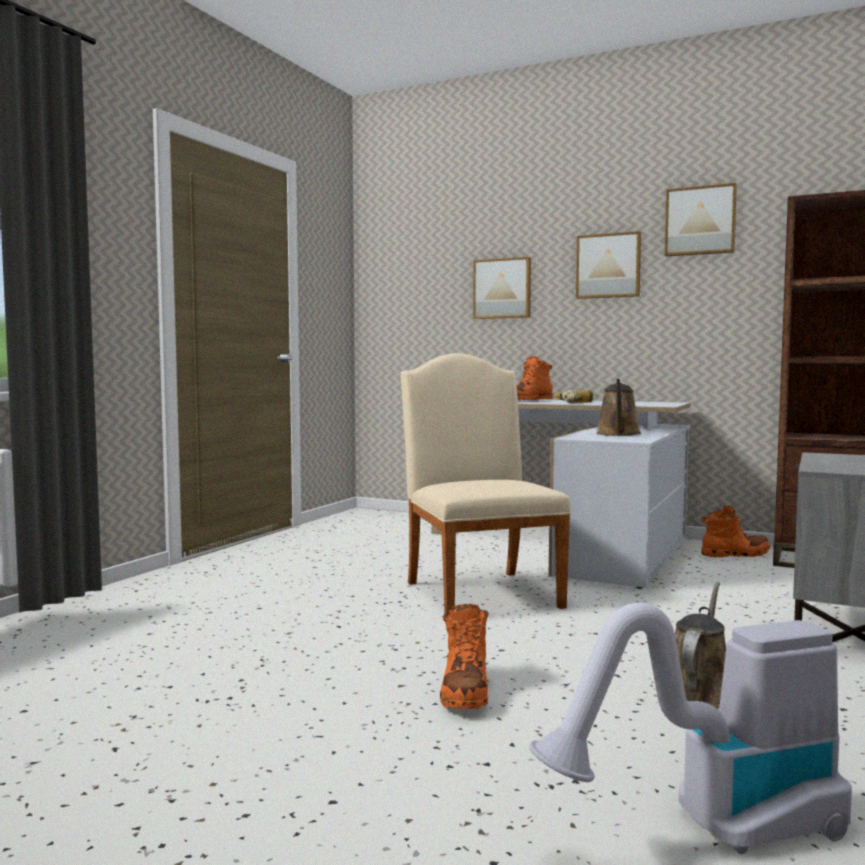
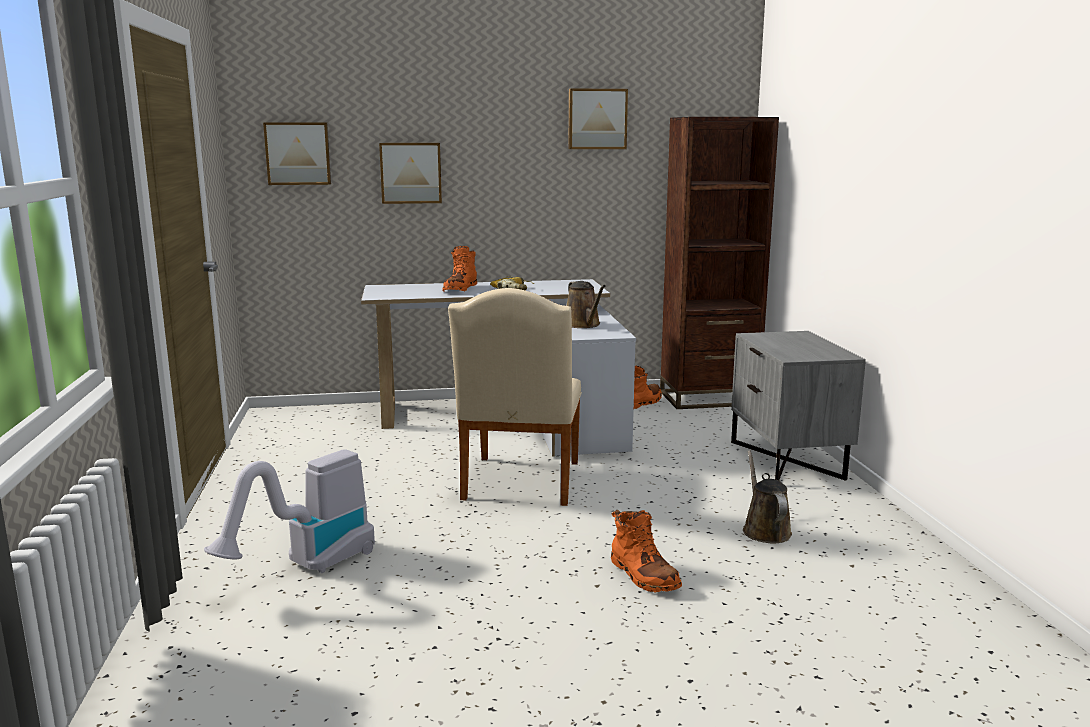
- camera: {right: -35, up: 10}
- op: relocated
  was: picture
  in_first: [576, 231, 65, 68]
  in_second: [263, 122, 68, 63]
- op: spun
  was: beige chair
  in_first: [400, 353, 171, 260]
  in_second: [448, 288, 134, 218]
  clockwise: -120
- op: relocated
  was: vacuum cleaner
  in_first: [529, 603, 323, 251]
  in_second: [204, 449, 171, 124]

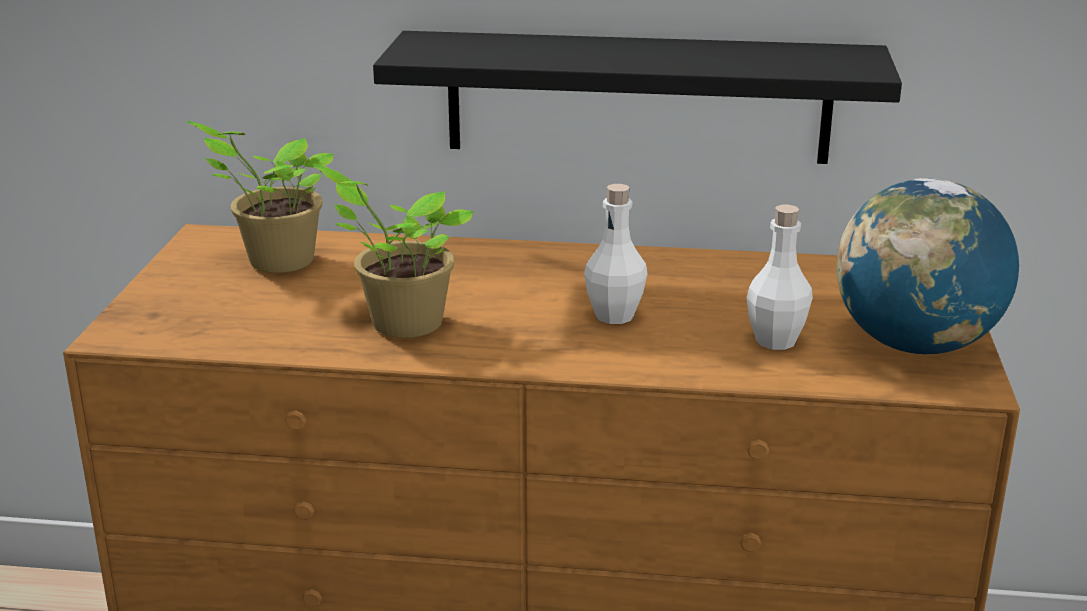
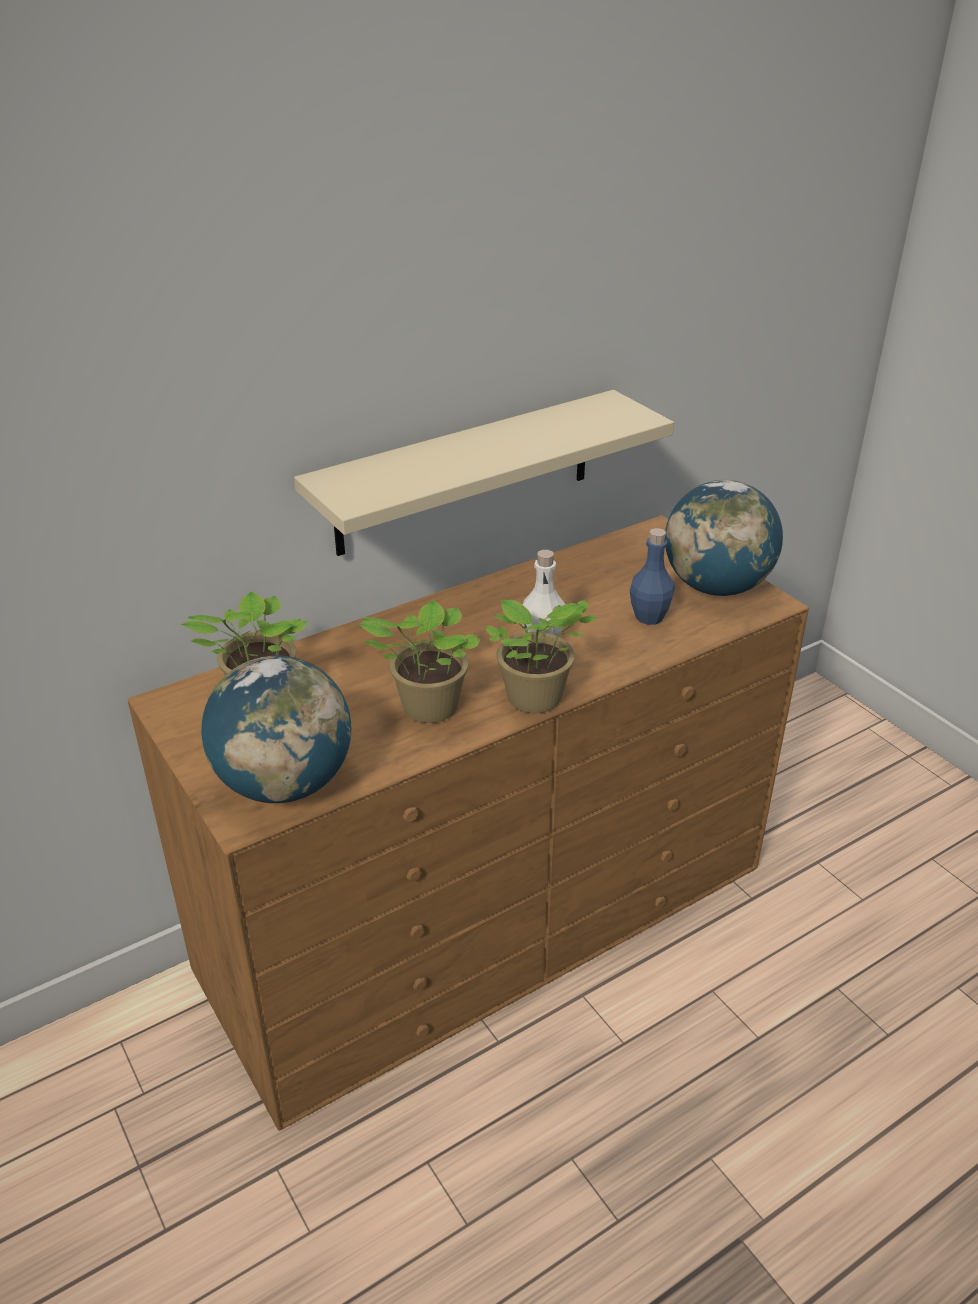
- camera: {right: -40, up: 10}
- op: colour
  was: black shelf
  now: beige shelf
  in_first: [373, 31, 529, 133]
  in_second: [294, 390, 380, 166]
- op: colour
  was: white bottle
  now: blue bottle
  in_first: [747, 205, 66, 145]
  in_second: [630, 528, 45, 97]
- op: appeared
  now: potted plant
  in_second: [485, 599, 112, 114]
- op: appeared
  now: globe
  in_second: [201, 656, 150, 147]

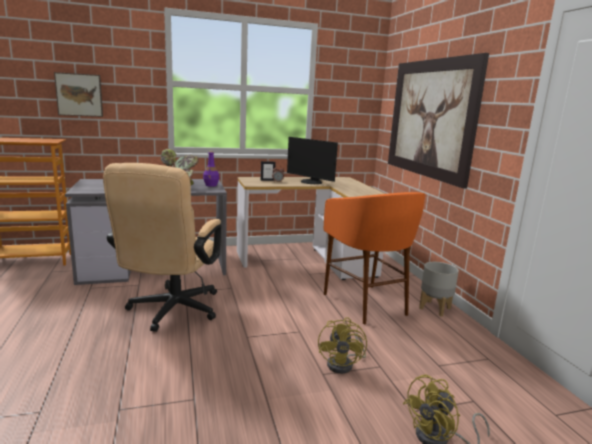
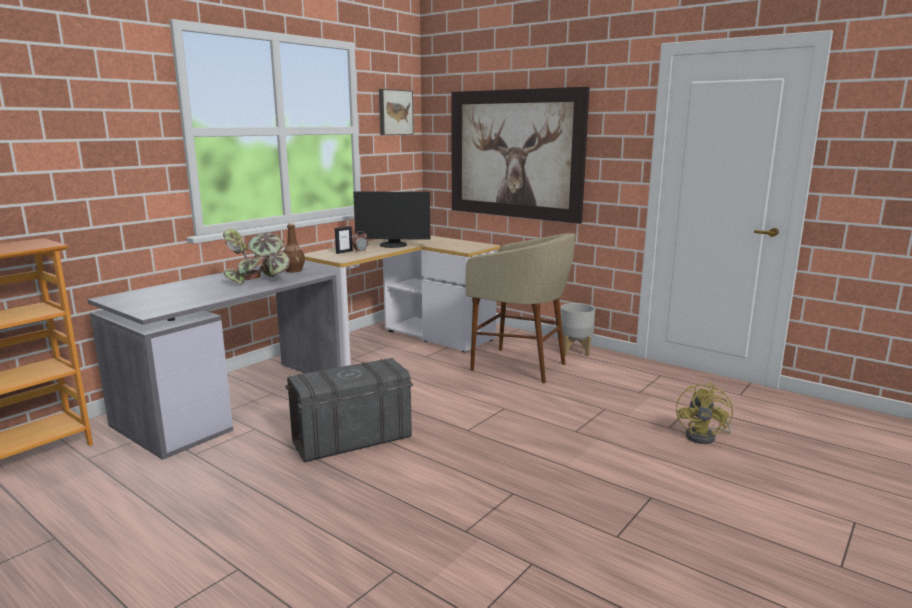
- camera: {right: -35, up: 0}
- op: relocated
  was: picture
  in_first: [54, 72, 49, 45]
  in_second: [379, 89, 35, 46]
- op: colour
  was: purple bottle
  now: brown bottle
  in_first: [203, 151, 16, 36]
  in_second: [284, 223, 21, 49]
- op: exchanged
  was: beige office chair
  now: grey storage box
  in_first: [103, 163, 118, 169]
  in_second: [285, 358, 128, 104]
- op: colour
  was: orange stool
  now: beige stool
  in_first: [324, 192, 102, 132]
  in_second: [466, 233, 109, 150]
- op: missing
  was: yellow fan
  in_first: [318, 317, 49, 57]

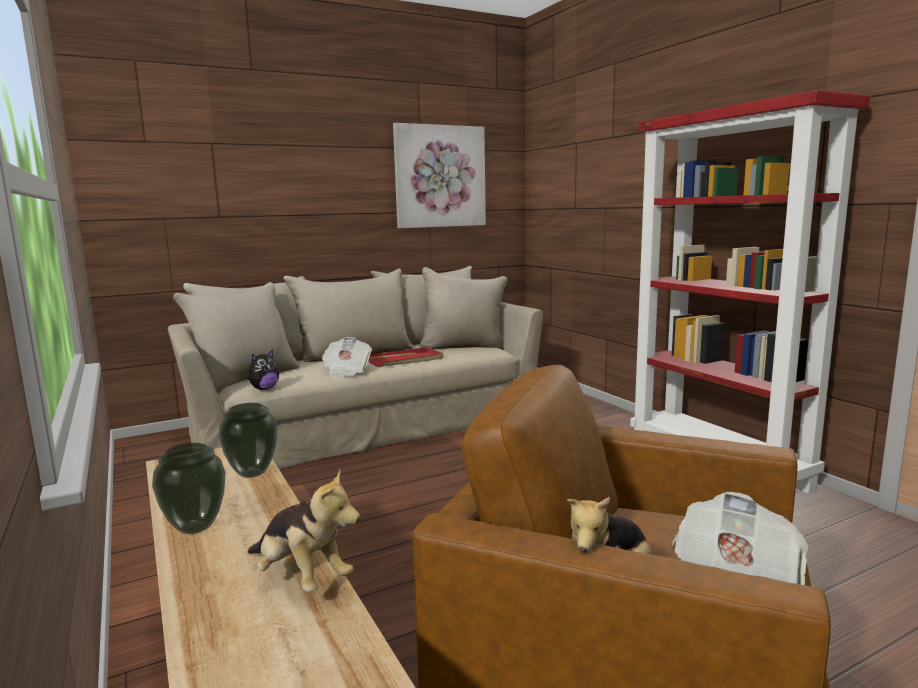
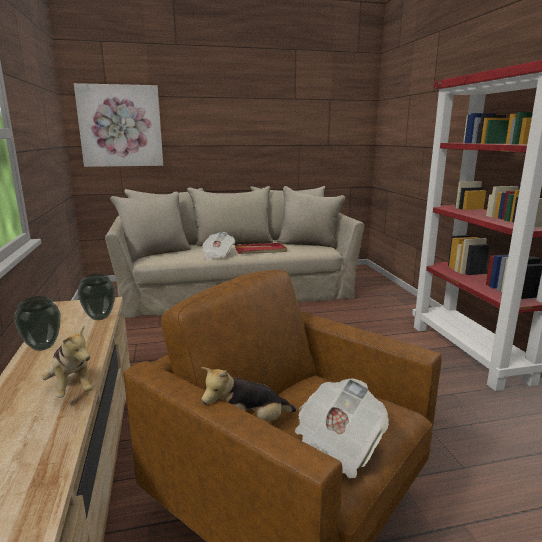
- camera: {right: 15, up: 5}
- op: relocated
  was: picture
  in_first: [393, 123, 93, 105]
  in_second: [74, 83, 89, 84]
- op: missing
  was: plush toy
  in_first: [247, 350, 32, 40]

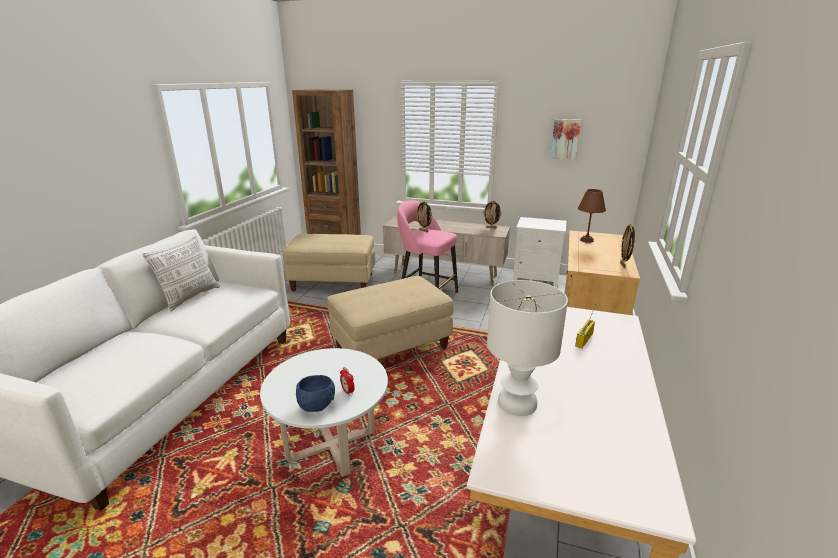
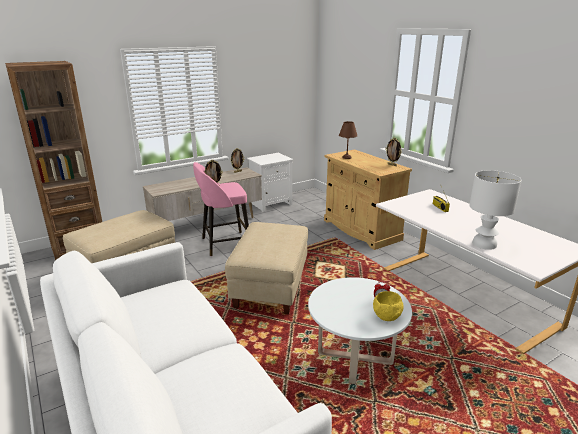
- camera: {right: -50, up: 0}
- op: missing
  was: picture
  in_first: [550, 119, 31, 41]
- op: missing
  was: pillow
  in_first: [143, 236, 77, 76]
- op: colour
  was: blue bowl
  now: yellow bowl
  in_first: [296, 375, 39, 37]
  in_second: [373, 291, 31, 30]

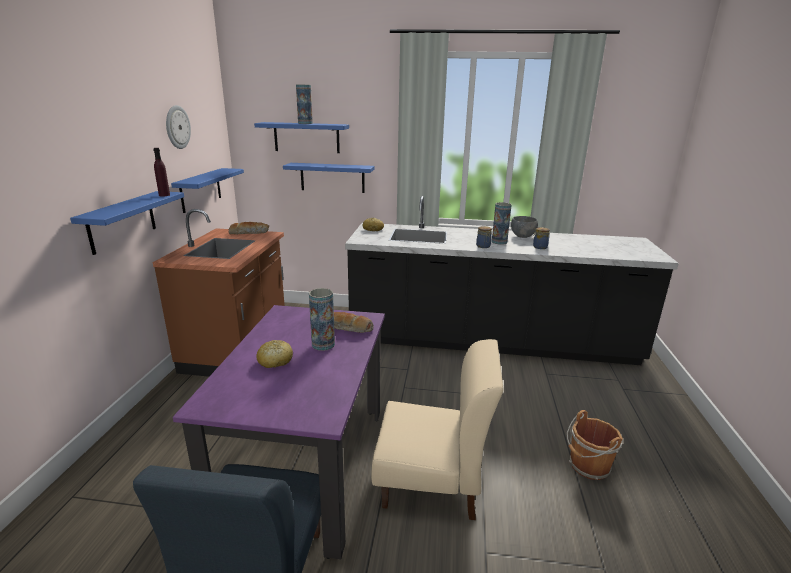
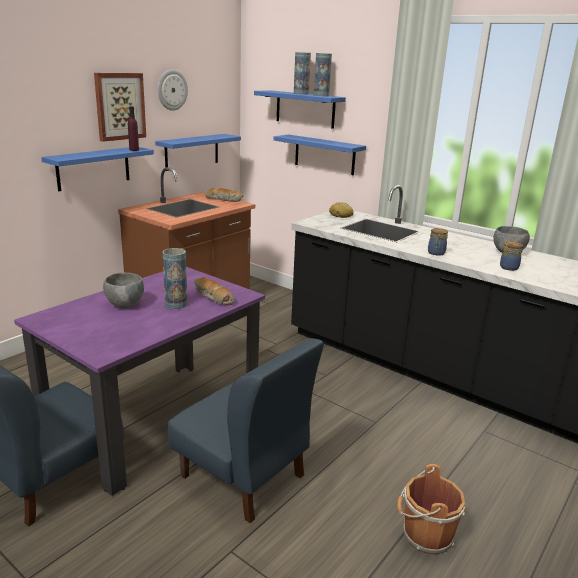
- camera: {right: 30, up: 0}
- op: relocated
  was: vase
  in_first: [492, 202, 20, 43]
  in_second: [314, 53, 18, 43]
- op: colour
  was: beige chair
  now: blue chair
  in_first: [371, 339, 132, 181]
  in_second: [168, 338, 156, 186]
- op: exchanged
  was: bread
  now: grey bowl
  in_first: [256, 340, 37, 28]
  in_second: [103, 273, 41, 35]
- op: appeared
  now: picture
  in_second: [94, 73, 52, 69]

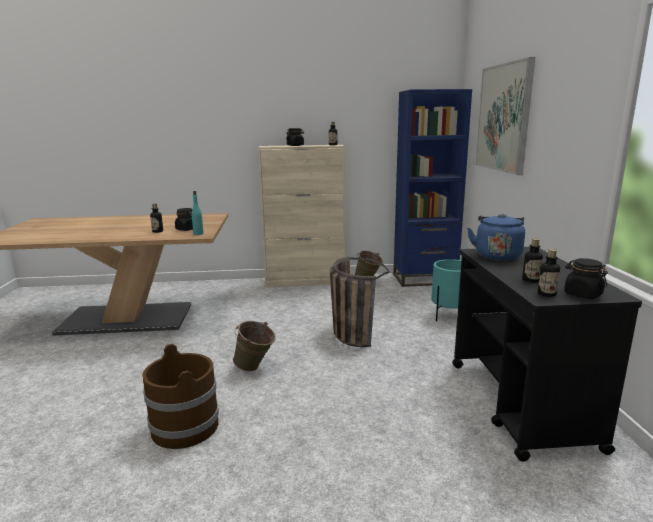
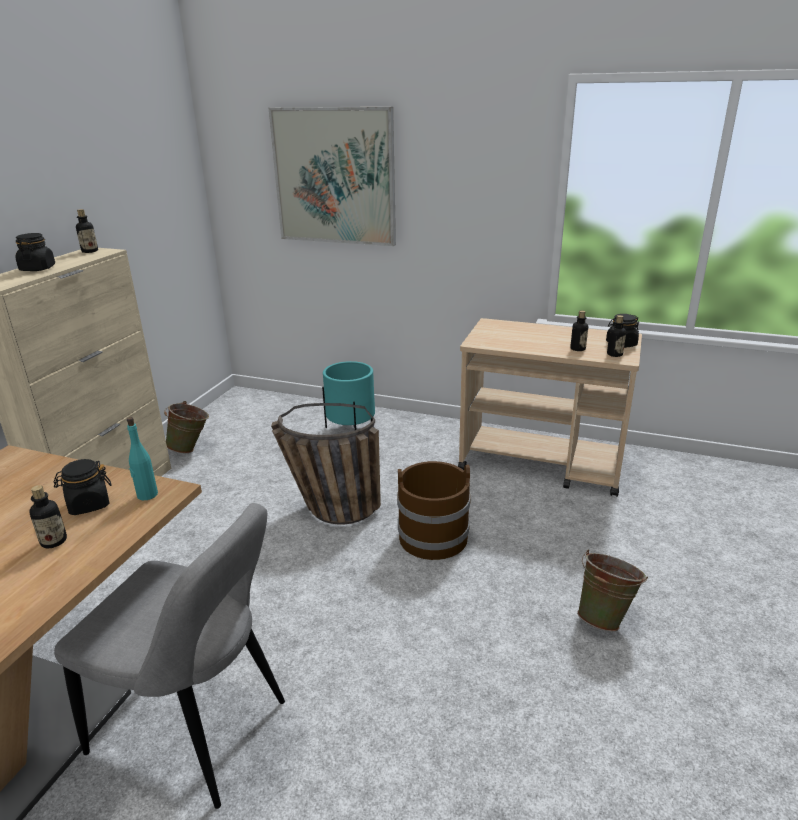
- camera: {right: -65, up: 10}
- op: missing
  was: blue bookcase
  in_first: [393, 89, 79, 198]
- op: missing
  was: blue kettle
  in_first: [467, 214, 58, 47]
- op: colour
  was: black cart
  now: beige cart
  in_first: [452, 247, 190, 215]
  in_second: [458, 318, 184, 179]
- op: relocated
  was: green bucket
  in_first: [233, 321, 43, 50]
  in_second: [577, 549, 71, 83]
- op: relocated
  was: brown bucket
  in_first: [142, 344, 77, 105]
  in_second: [397, 461, 74, 99]
- op: appeared
  now: grey chair
  in_second: [54, 503, 231, 306]

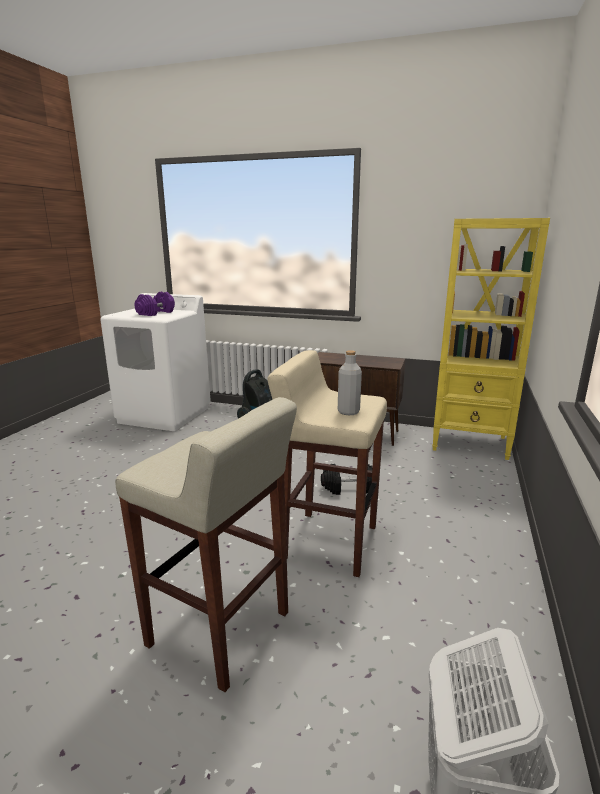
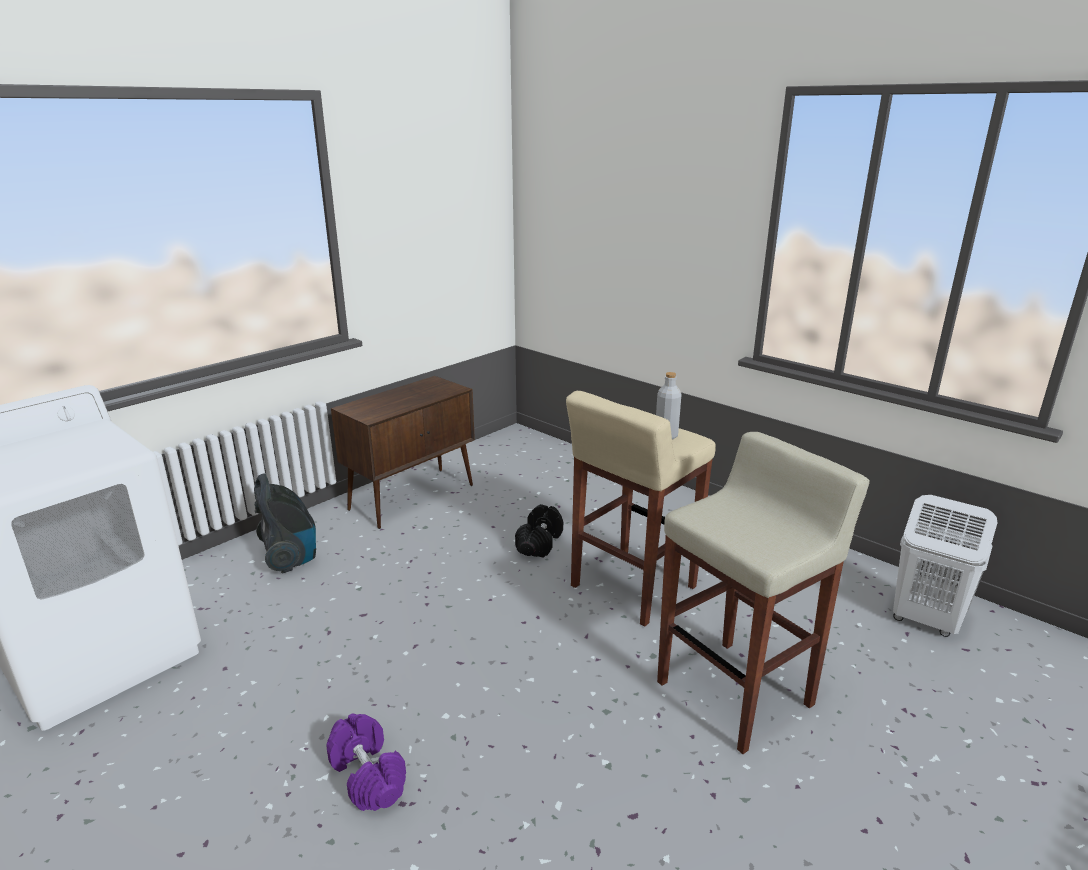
- camera: {right: -65, up: 5}
- op: missing
  was: yellow bookcase
  in_first: [432, 218, 118, 242]
- op: relocated
  was: purple dumbbell
  in_first: [134, 292, 41, 24]
  in_second: [327, 714, 79, 97]

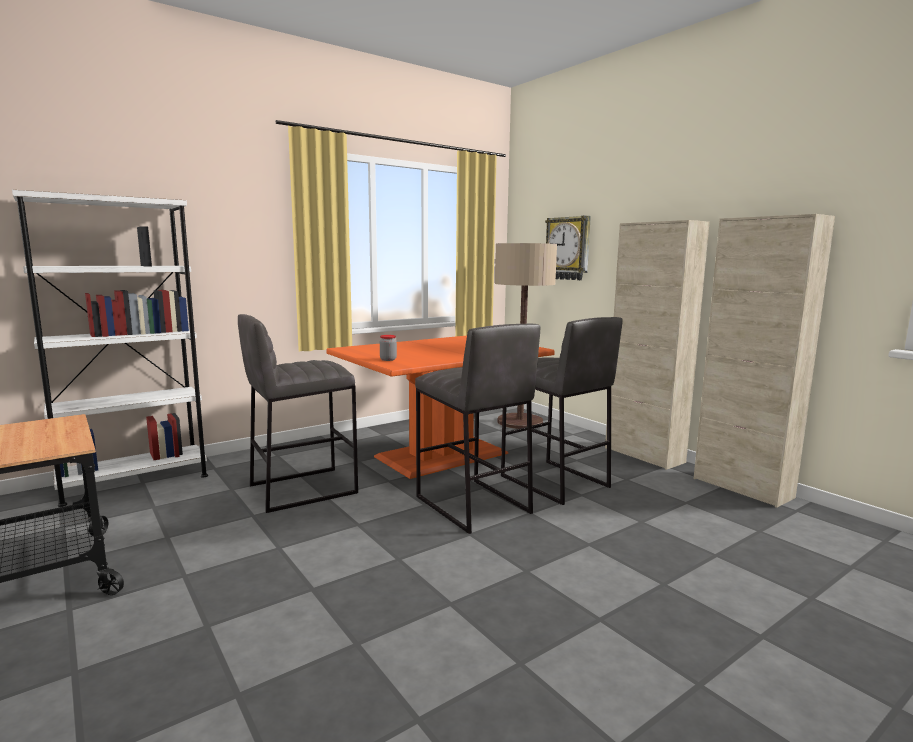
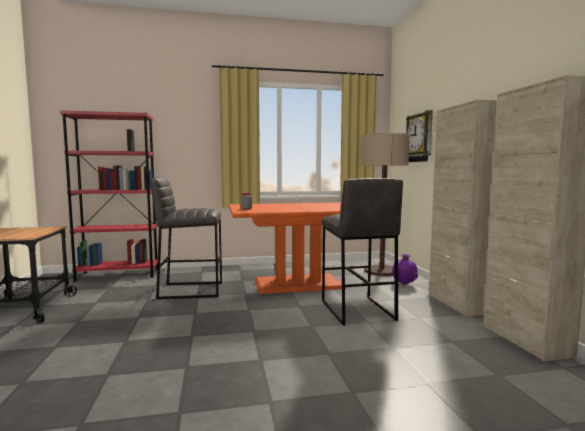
- camera: {right: 25, up: -5}
- op: colour
  was: white bookcase
  now: red bookcase
  in_first: [12, 190, 196, 317]
  in_second: [60, 110, 98, 172]
- op: missing
  was: grey stool
  in_first: [415, 324, 125, 210]
- op: appeared
  now: purple vase
  in_second: [392, 254, 26, 31]

